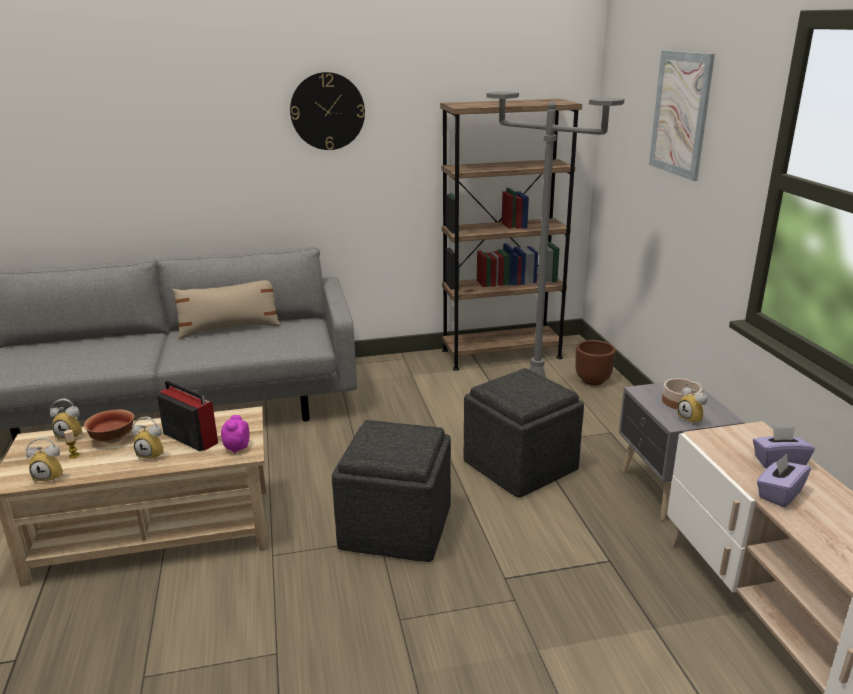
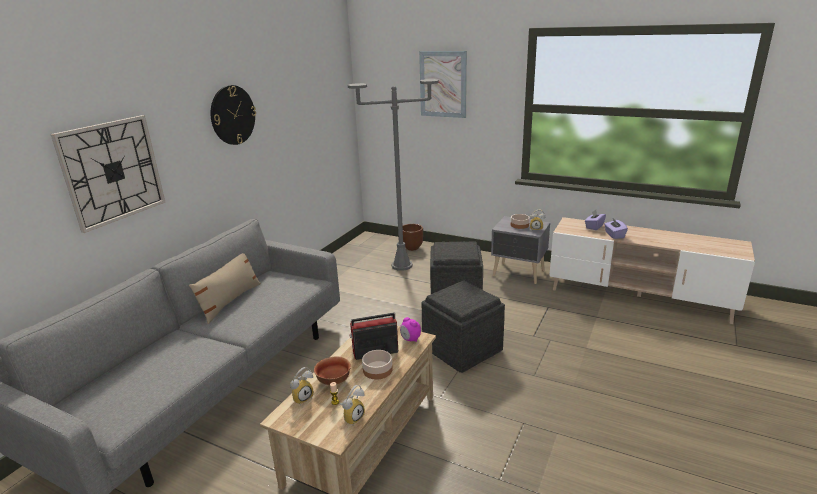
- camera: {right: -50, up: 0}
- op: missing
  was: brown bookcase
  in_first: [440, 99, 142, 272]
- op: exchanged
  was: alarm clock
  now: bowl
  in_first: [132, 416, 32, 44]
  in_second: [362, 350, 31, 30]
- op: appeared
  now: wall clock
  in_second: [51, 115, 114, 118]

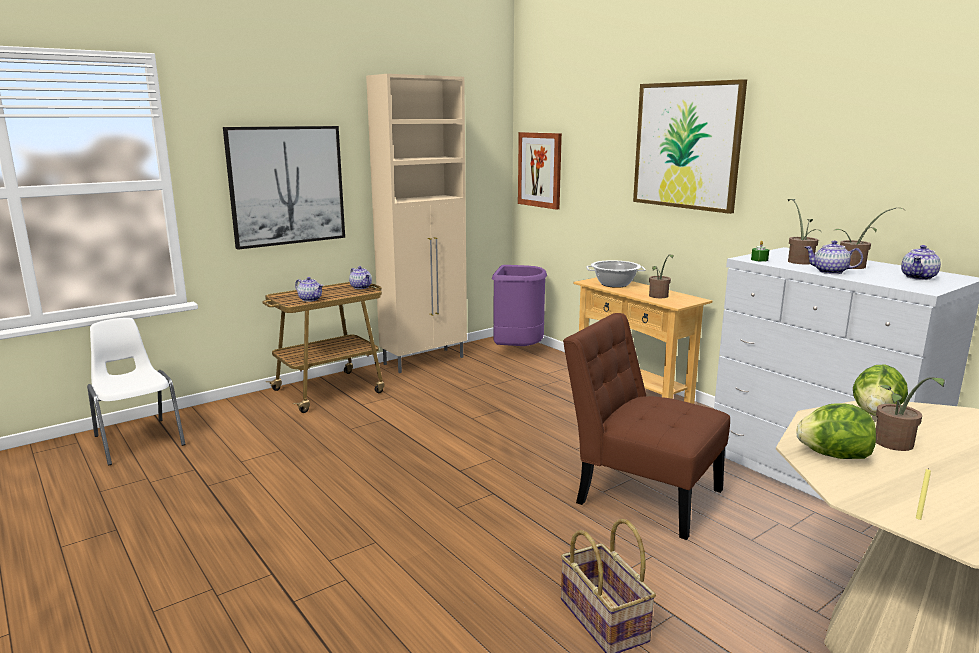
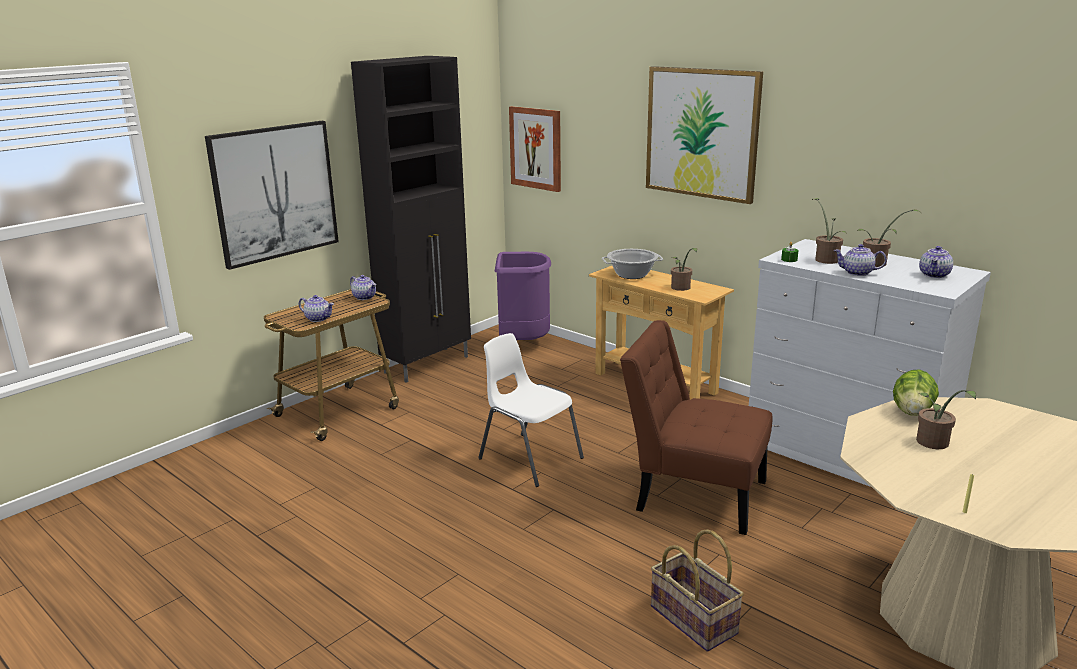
- camera: {right: -10, up: 5}
- op: colour
  was: beige cabinet
  now: black cabinet
  in_first: [366, 74, 101, 299]
  in_second: [351, 56, 120, 327]
- op: relocated
  was: white chair
  in_first: [87, 318, 98, 148]
  in_second: [478, 333, 106, 154]
- op: missing
  was: lettuce
  in_first: [796, 403, 80, 56]

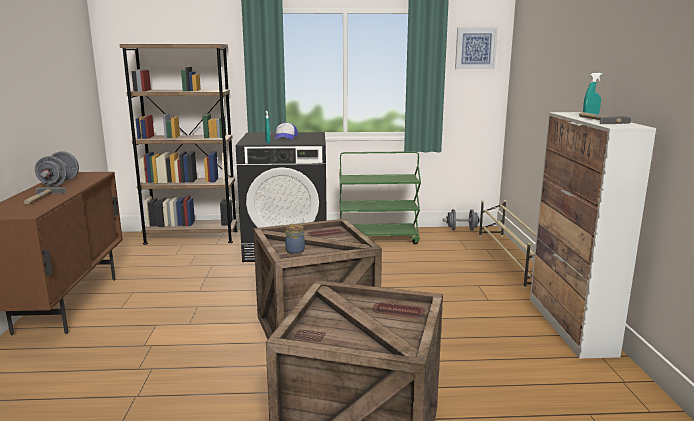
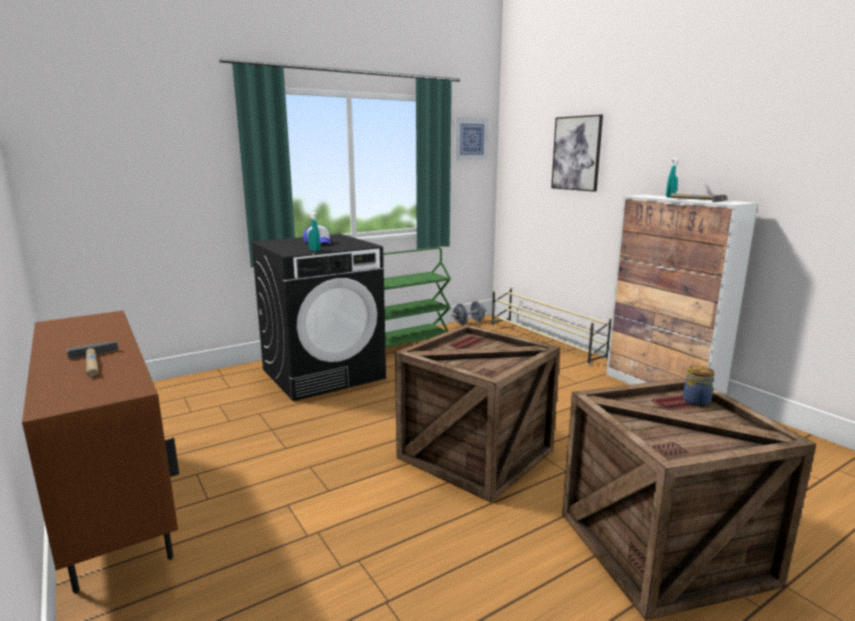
- camera: {right: -30, up: 0}
- op: missing
  was: brown bookcase
  in_first: [120, 44, 118, 201]
- op: missing
  was: grey dumbbell
  in_first: [35, 151, 44, 36]
- op: relocated
  was: jar
  in_first: [285, 224, 20, 30]
  in_second: [683, 365, 32, 42]
- op: appeared
  now: picture
  in_second: [551, 115, 52, 77]

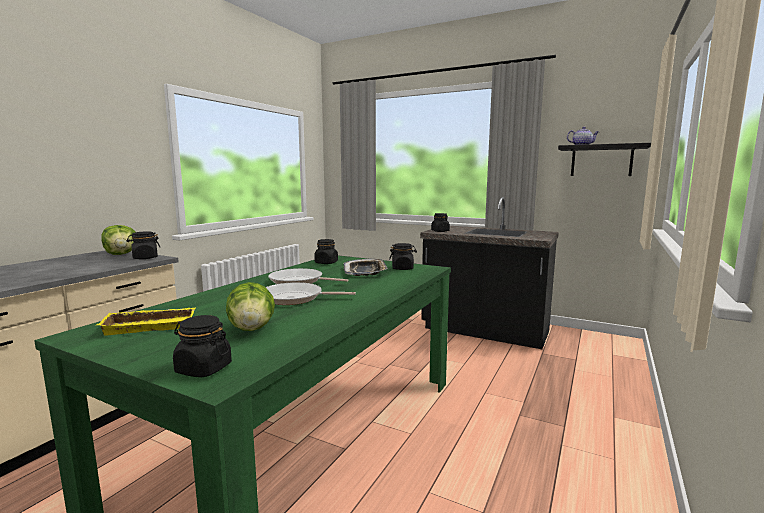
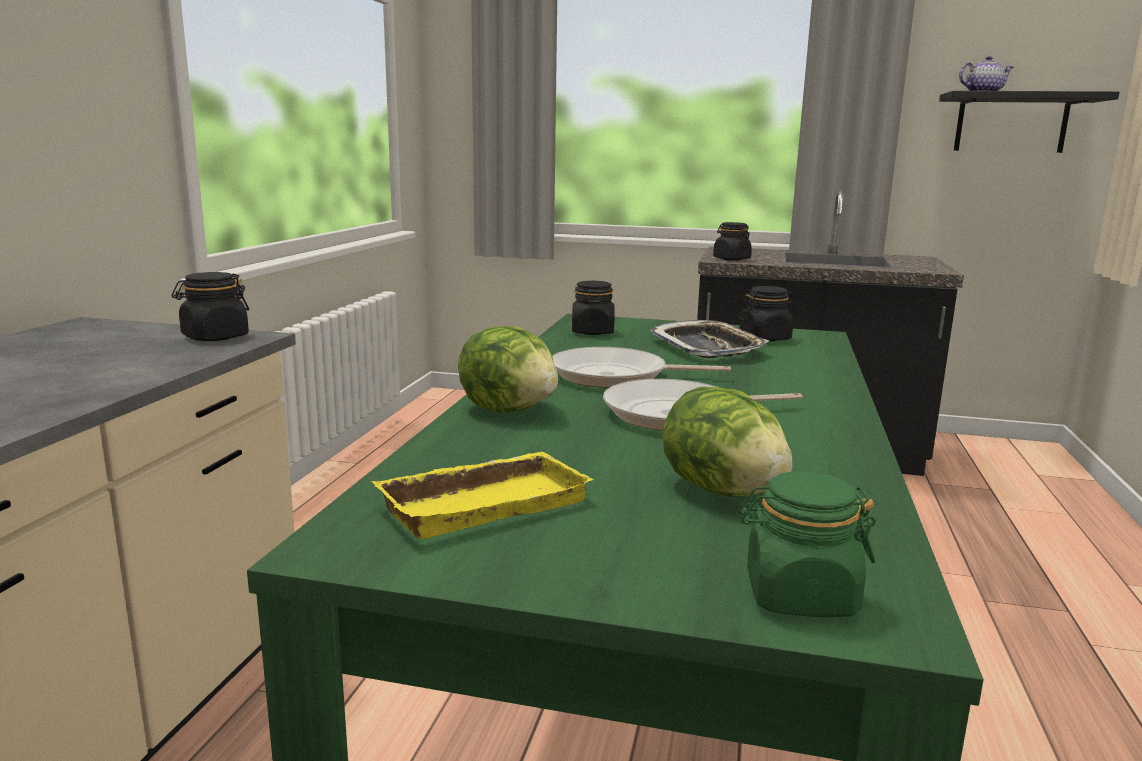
- camera: {right: -15, up: 5}
- op: relocated
  was: lettuce
  in_first: [102, 225, 33, 30]
  in_second: [458, 326, 100, 87]
- op: colour
  was: black jar
  now: green jar
  in_first: [173, 315, 59, 62]
  in_second: [739, 471, 137, 146]

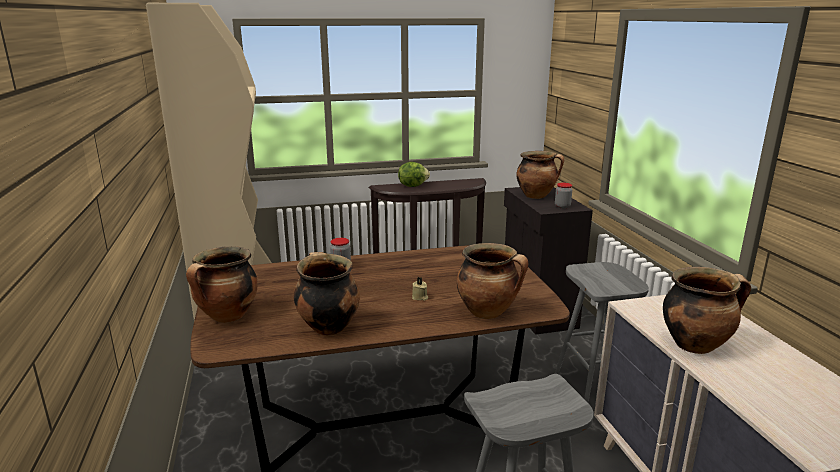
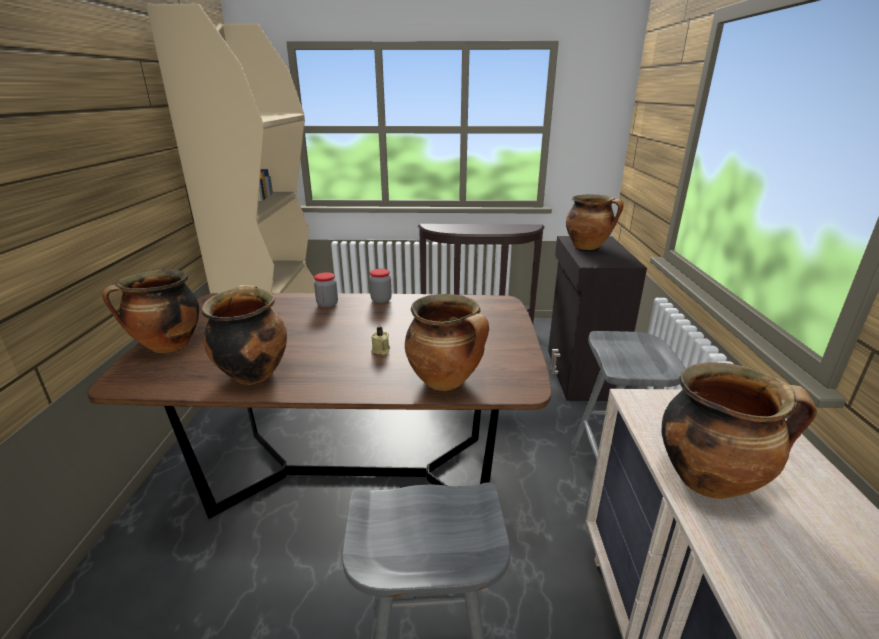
- camera: {right: 15, up: 5}
- op: missing
  was: lettuce
  in_first: [398, 162, 32, 25]
- op: relocated
  was: jar
  in_first: [555, 183, 17, 25]
  in_second: [369, 269, 23, 34]

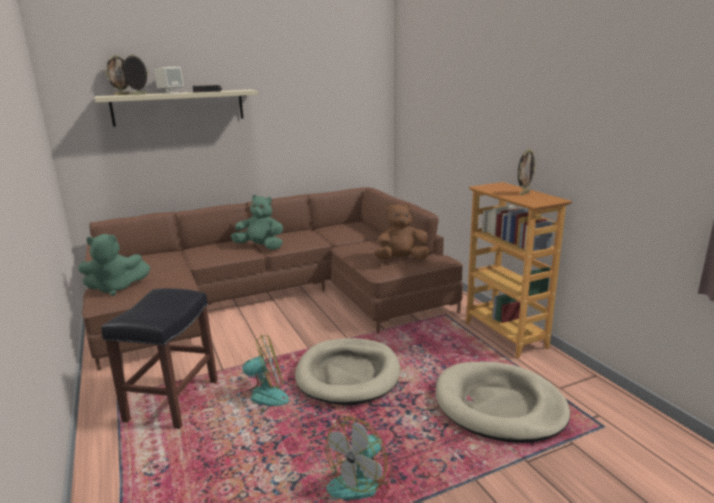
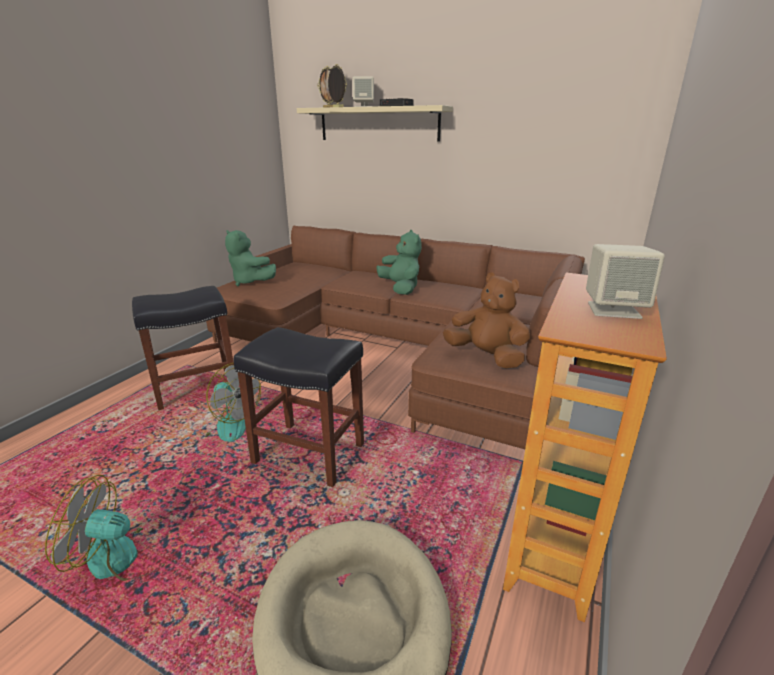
- camera: {right: 50, up: 5}
- op: exchanged
  was: picture frame
  now: beige speaker
  in_first: [518, 148, 18, 47]
  in_second: [586, 244, 79, 75]
- op: exchanged
  was: beige dog bed
  now: black stool
  in_first: [295, 338, 105, 68]
  in_second: [234, 327, 130, 160]

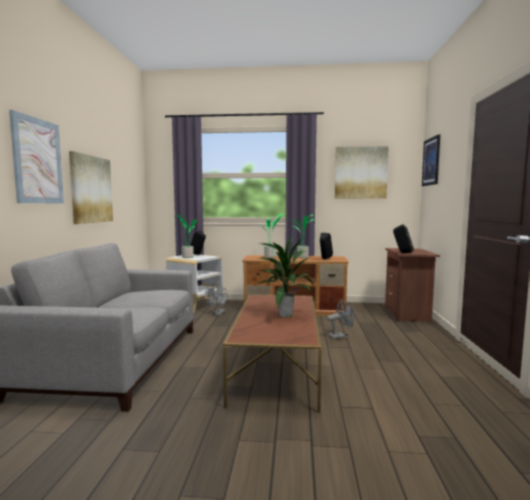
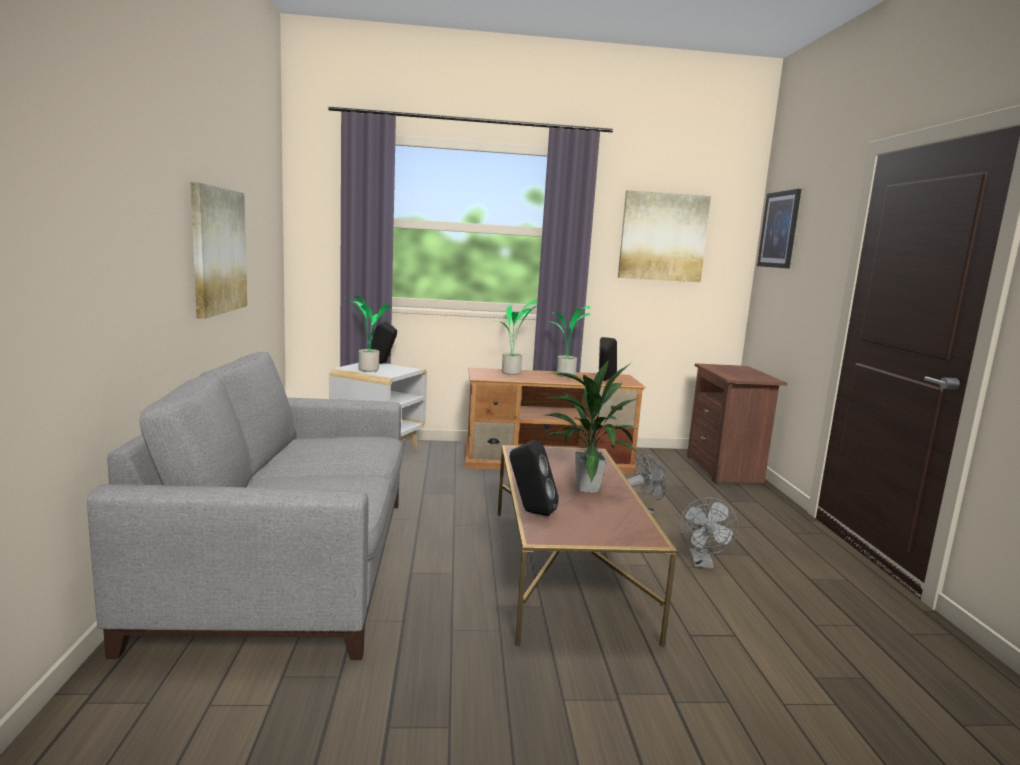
- camera: {right: -10, up: 5}
- op: missing
  was: picture
  in_first: [9, 110, 55, 93]
- op: relocated
  was: black speaker
  in_first: [393, 224, 21, 29]
  in_second: [510, 440, 49, 76]
- op: relocated
  was: grey fan
  in_first: [205, 284, 23, 31]
  in_second: [680, 498, 58, 71]

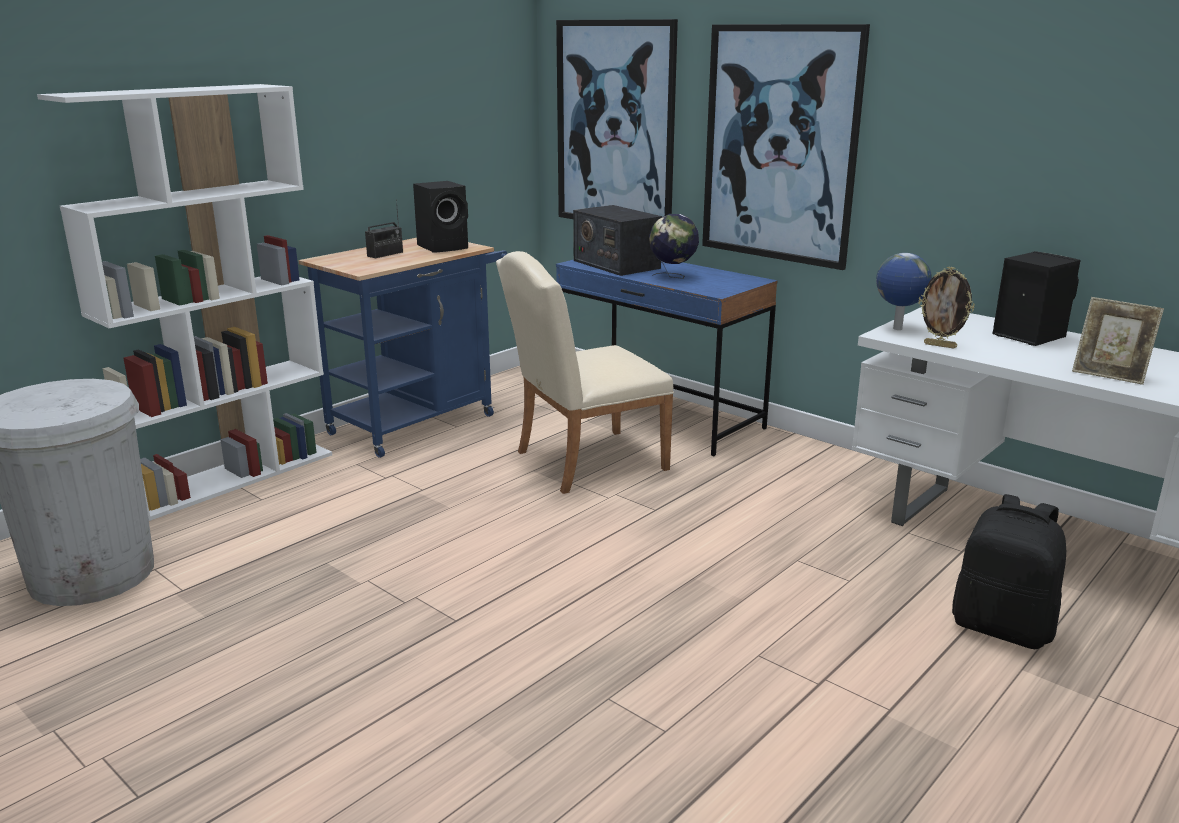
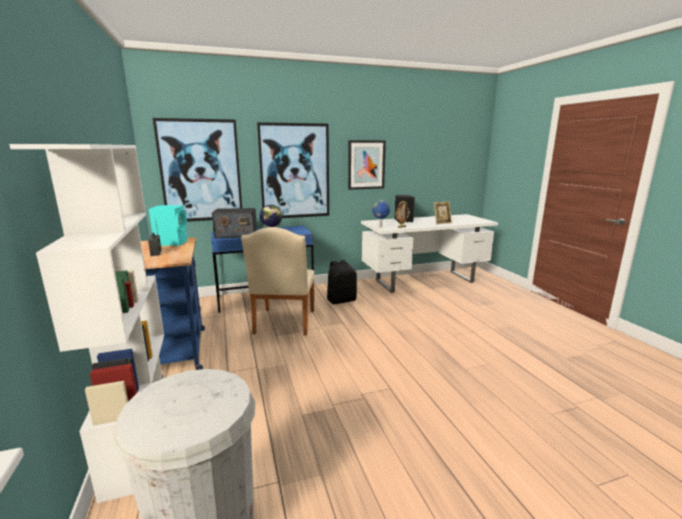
- camera: {right: -60, up: -5}
- op: colour
  was: black speaker
  now: turquoise speaker
  in_first: [413, 181, 55, 72]
  in_second: [149, 205, 38, 41]
- op: relocated
  was: black backpack
  in_first: [952, 494, 114, 155]
  in_second: [327, 260, 30, 44]
- op: appeared
  now: picture
  in_second: [348, 140, 38, 50]

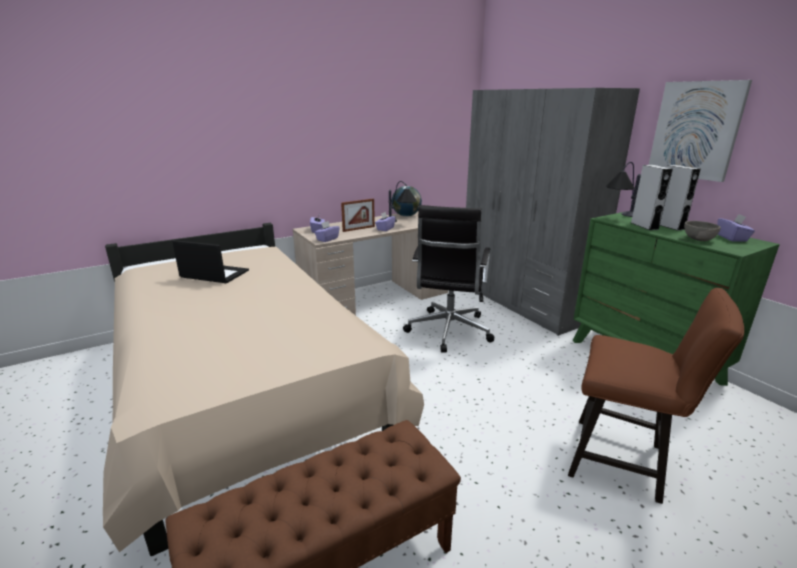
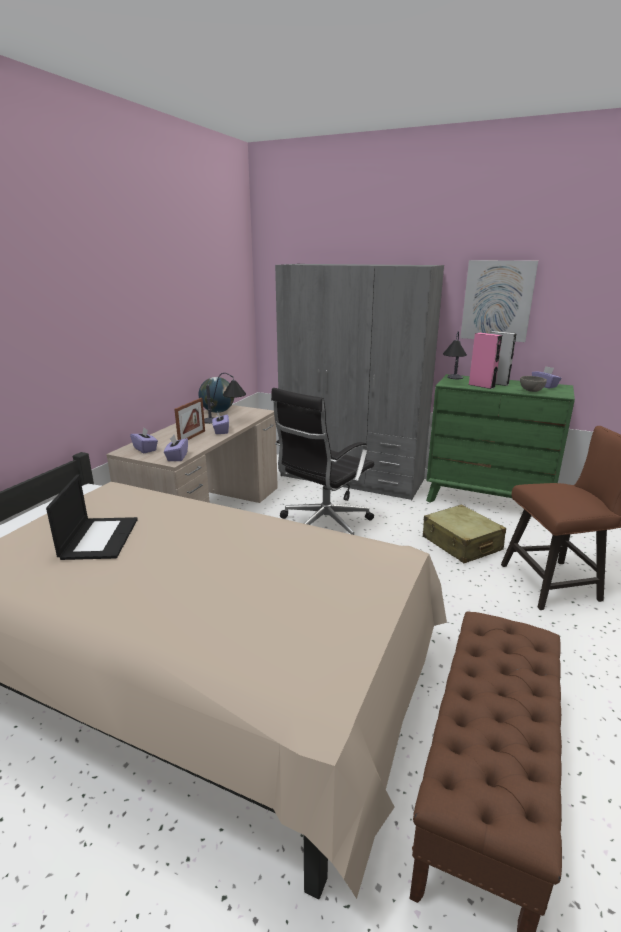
- camera: {right: -35, up: 0}
- op: colour
  was: grey speaker
  now: pink speaker
  in_first: [631, 165, 42, 65]
  in_second: [469, 333, 33, 56]
- op: spun
  was: black office chair
  in_first: [403, 205, 91, 148]
  in_second: [271, 388, 103, 147]
  clockwise: 60
- op: spun
  was: laptop
  in_first: [172, 240, 77, 43]
  in_second: [46, 475, 92, 85]
  clockwise: 105
- op: appeared
  now: beige suitcase
  in_second: [423, 504, 83, 59]

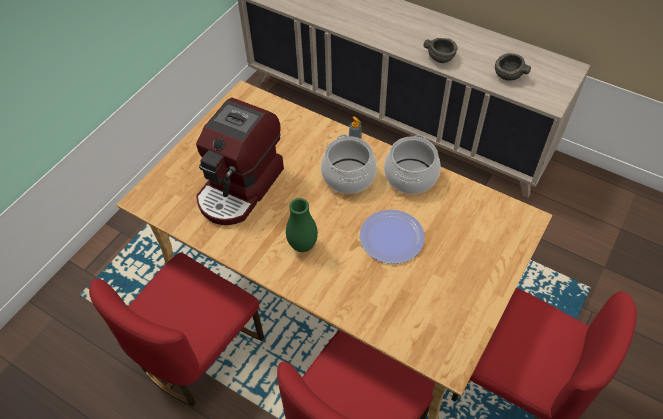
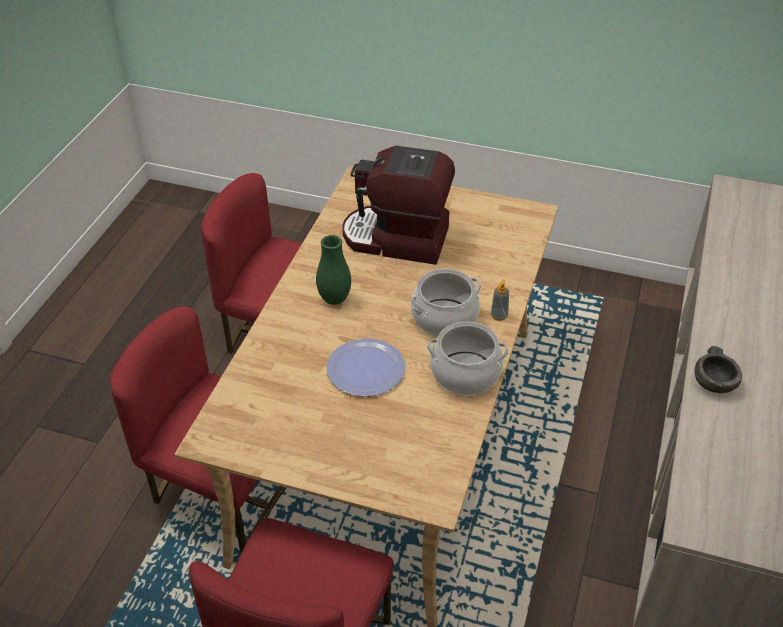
- camera: {right: 75, up: -10}
- op: missing
  was: grey bowl
  in_first: [495, 53, 36, 28]

